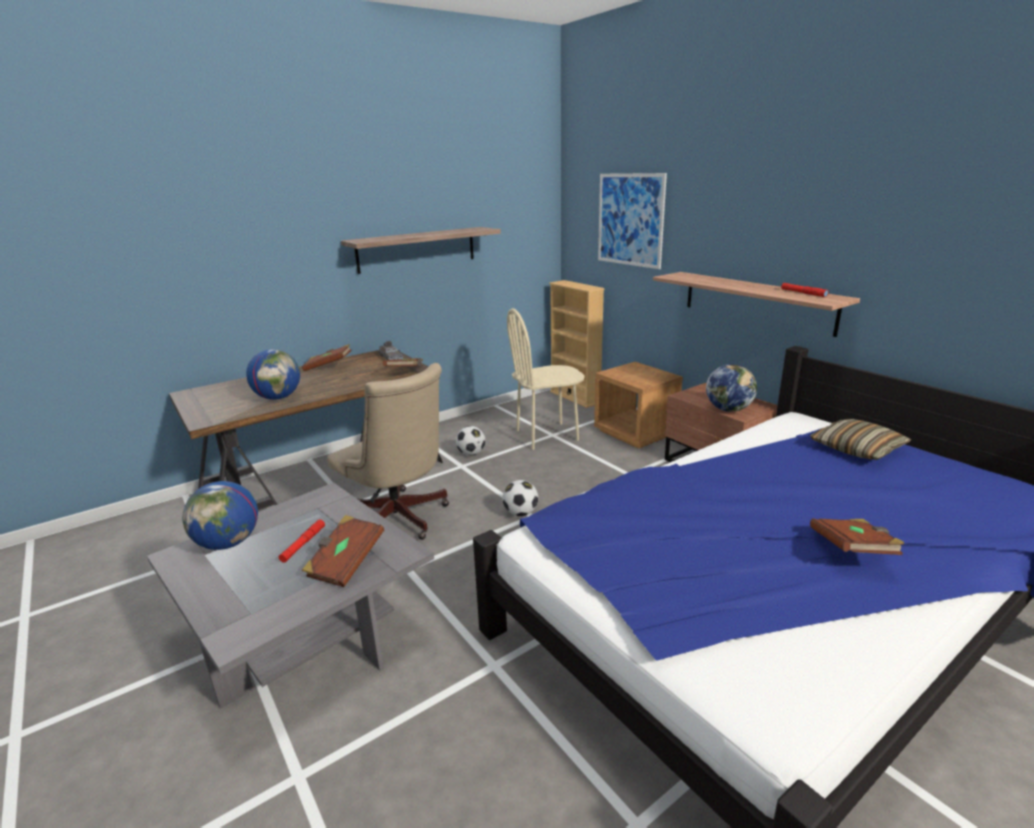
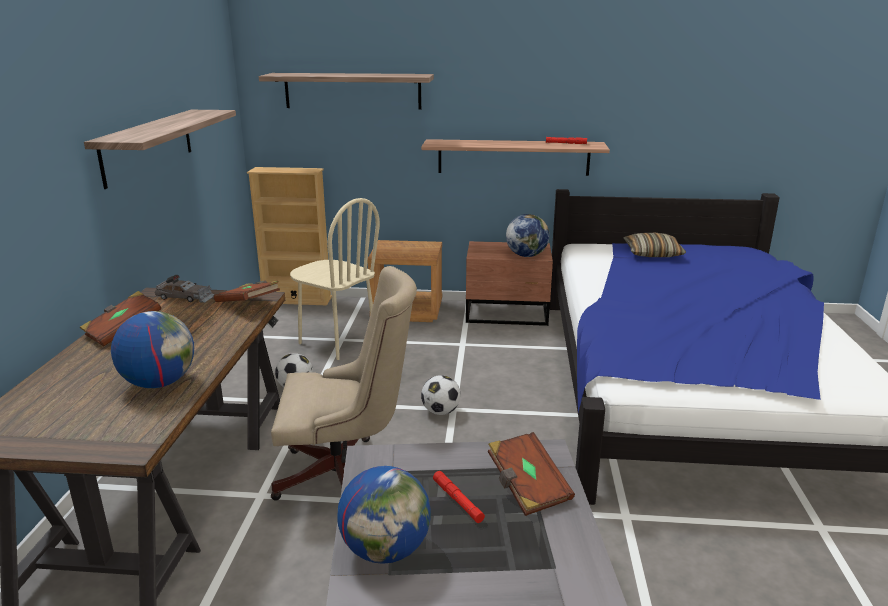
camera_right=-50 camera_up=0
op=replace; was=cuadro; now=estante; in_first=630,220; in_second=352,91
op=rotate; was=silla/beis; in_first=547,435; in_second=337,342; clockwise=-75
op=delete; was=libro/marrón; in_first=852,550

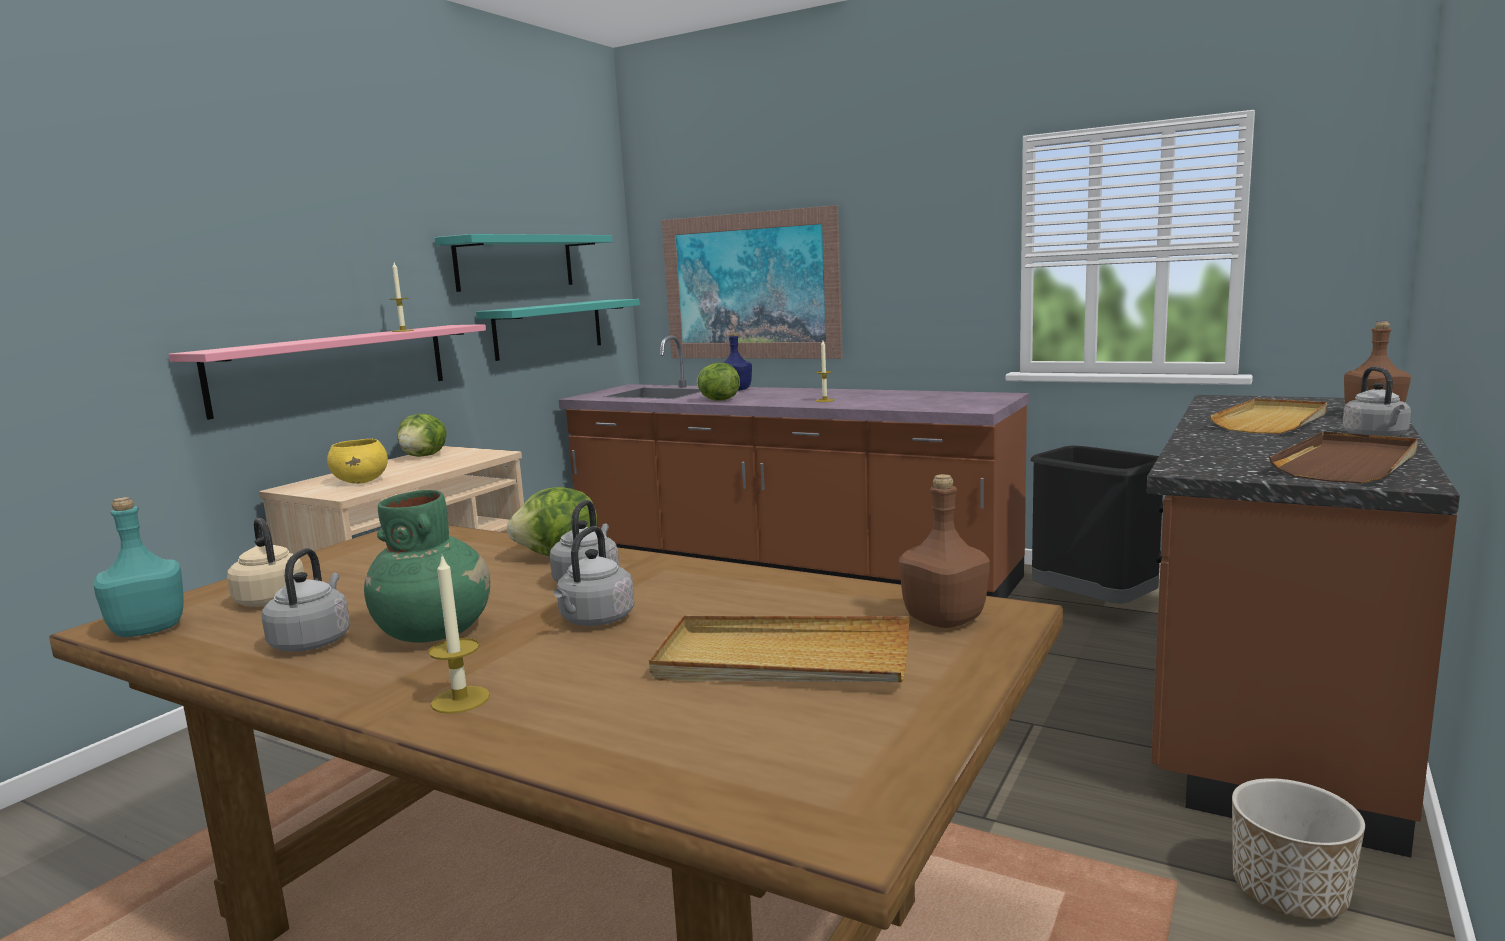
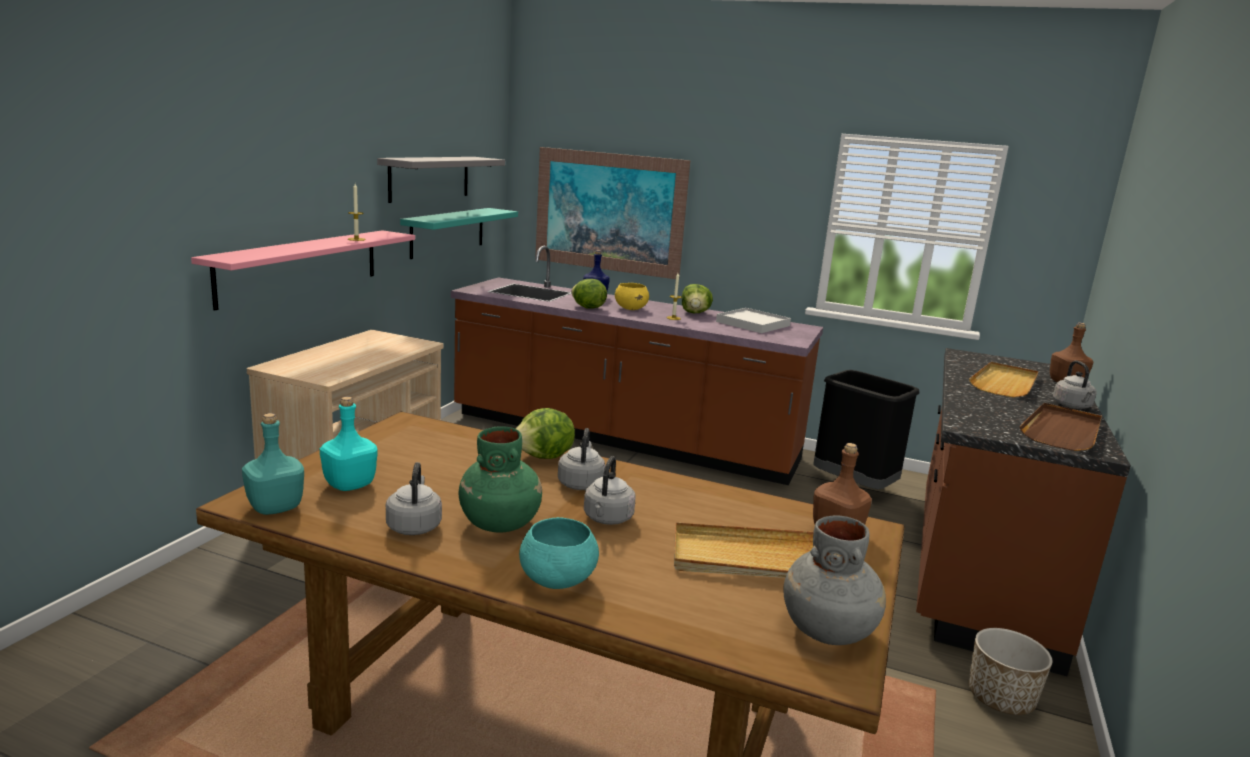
camera_right=-10 camera_up=5
op=replace; was=hervidor/beis; now=botella/turquesa; in_first=269,599; in_second=349,484
op=recolor; was=estante/turquesa; now=estante/gris; in_first=515,262; in_second=430,178
op=replace; was=vela; now=cuenco/turquesa; in_first=460,700; in_second=557,580
op=move; was=cuenco/amarillo; in_first=361,481; in_second=631,309
op=move; was=lechuga; in_first=424,456; in_second=695,313
op=insert; now=bandeja/blanco; in_second=753,324
op=insert; now=florero/gris; in_second=828,630

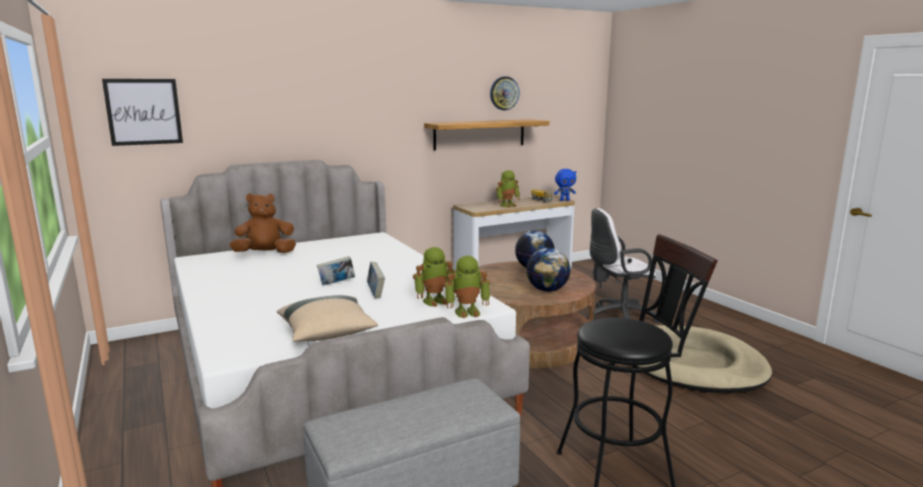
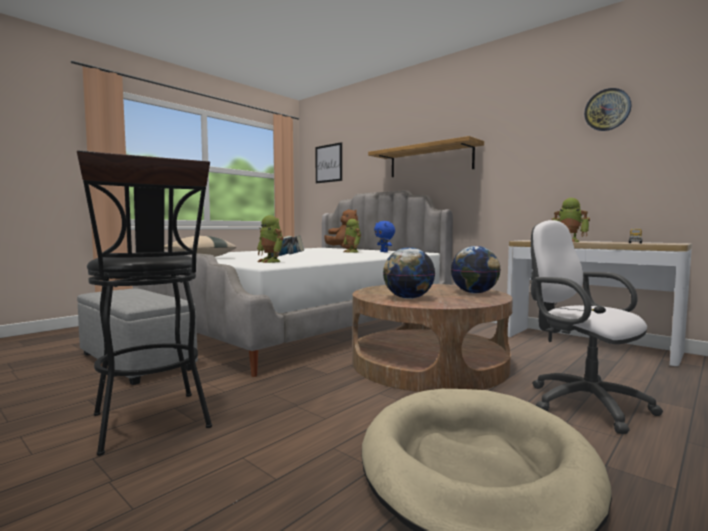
camera_right=70 camera_up=-10
op=move; was=robot de juguete; in_first=467,312; in_second=352,252
op=move; was=estante; in_first=479,134; in_second=430,161
op=move; was=peluche/azul; in_first=564,200; in_second=384,252

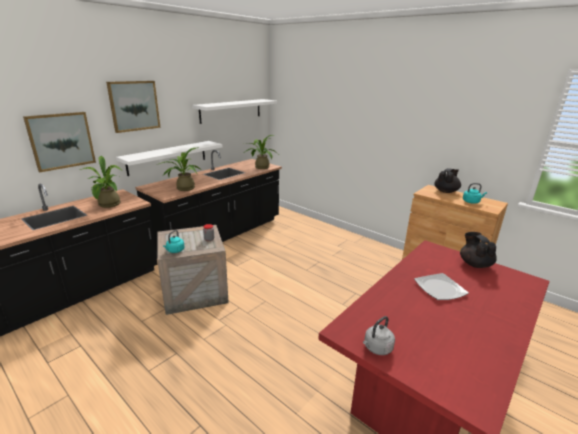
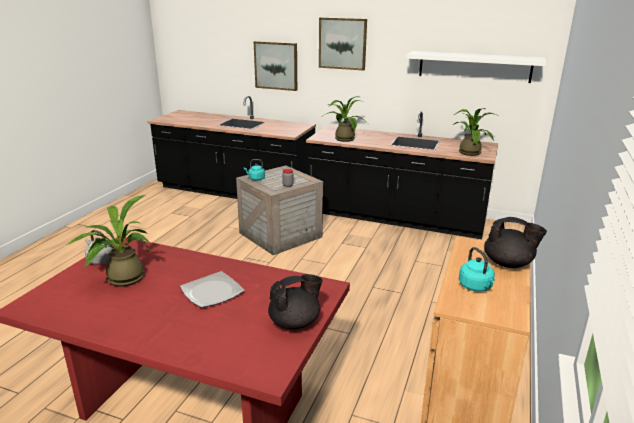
camera_right=70 camera_up=0
op=move; was=planta en maceta; in_first=108,205; in_second=121,279
op=delete; was=estante/blanco; in_first=168,157

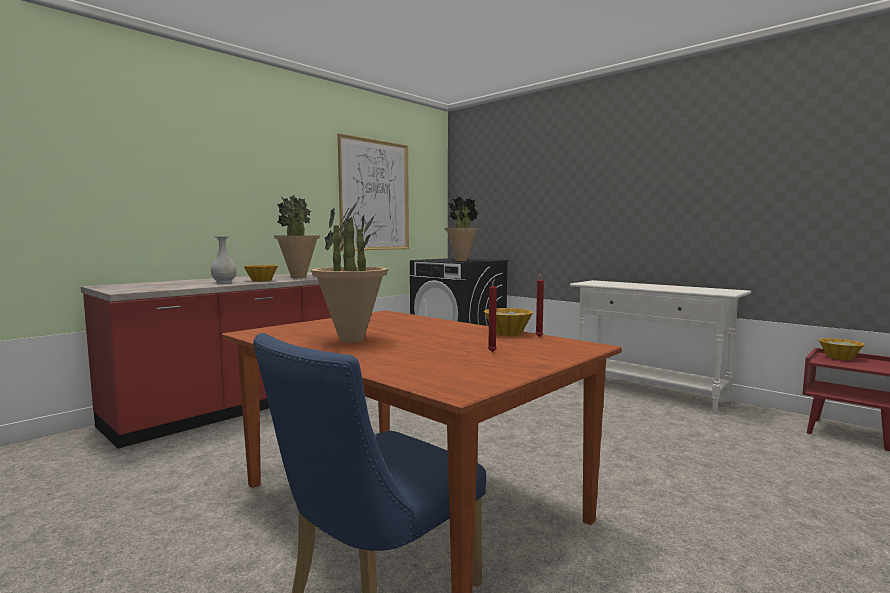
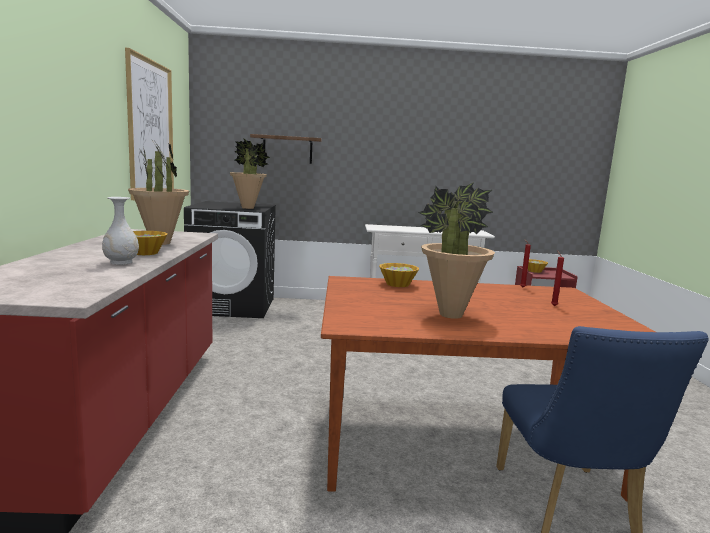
camera_right=-45 camera_up=5
op=insert; now=estante/marrón; in_second=287,149
op=move; was=cuenco; in_first=507,333; in_second=397,284

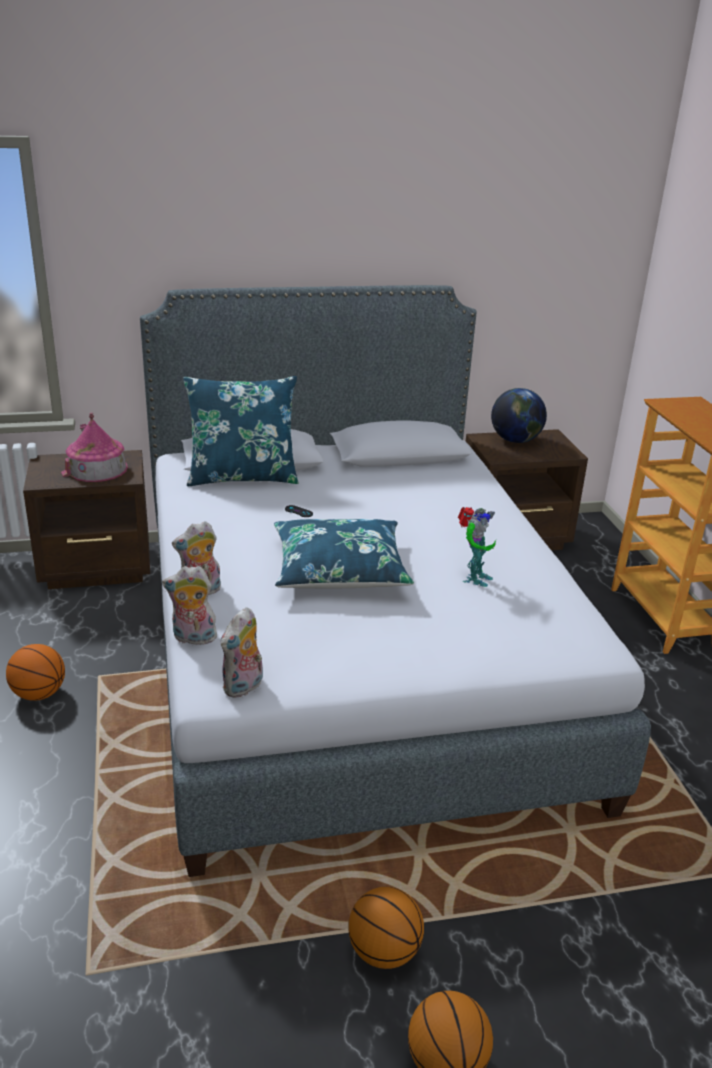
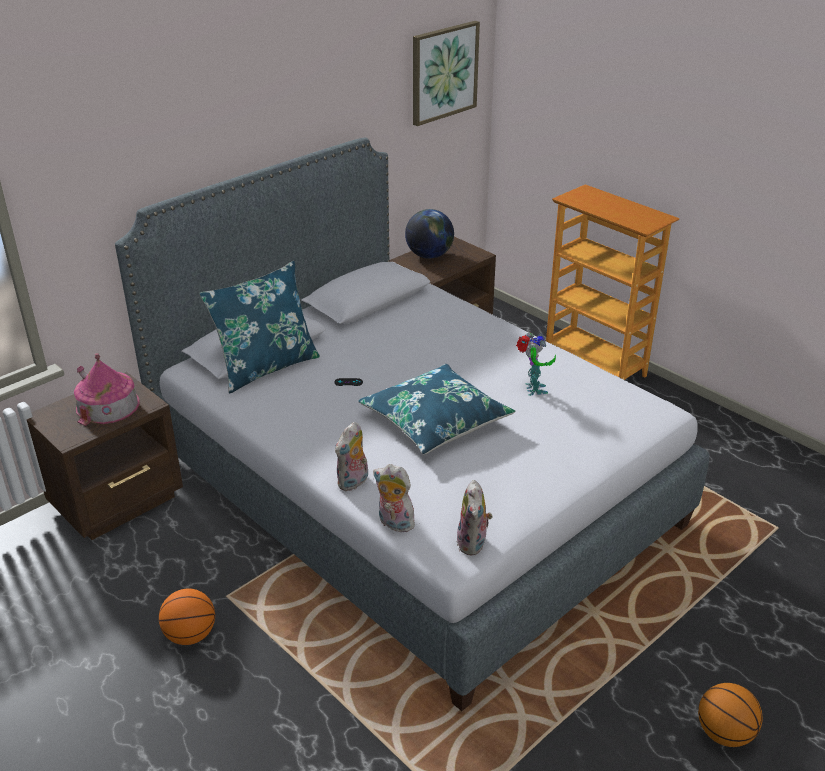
camera_right=-30 camera_up=5
op=rotate; was=peluche; in_first=193,638; in_second=394,523; clockwise=60
op=insert; now=cuadro; in_second=443,72
op=delete; was=balón de baloncesto; in_first=384,952

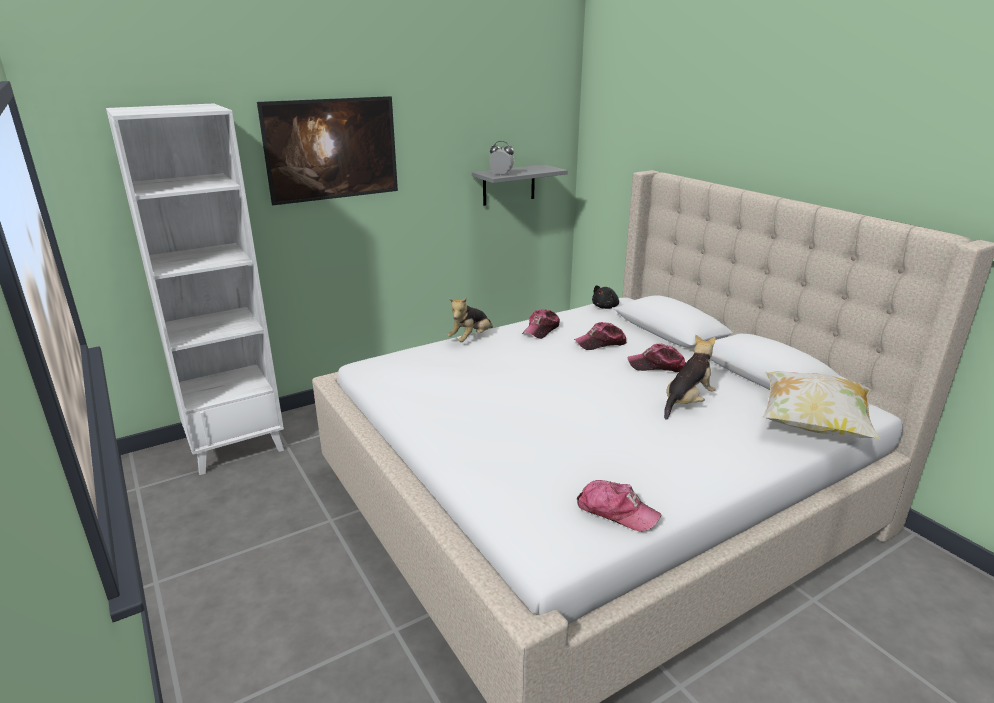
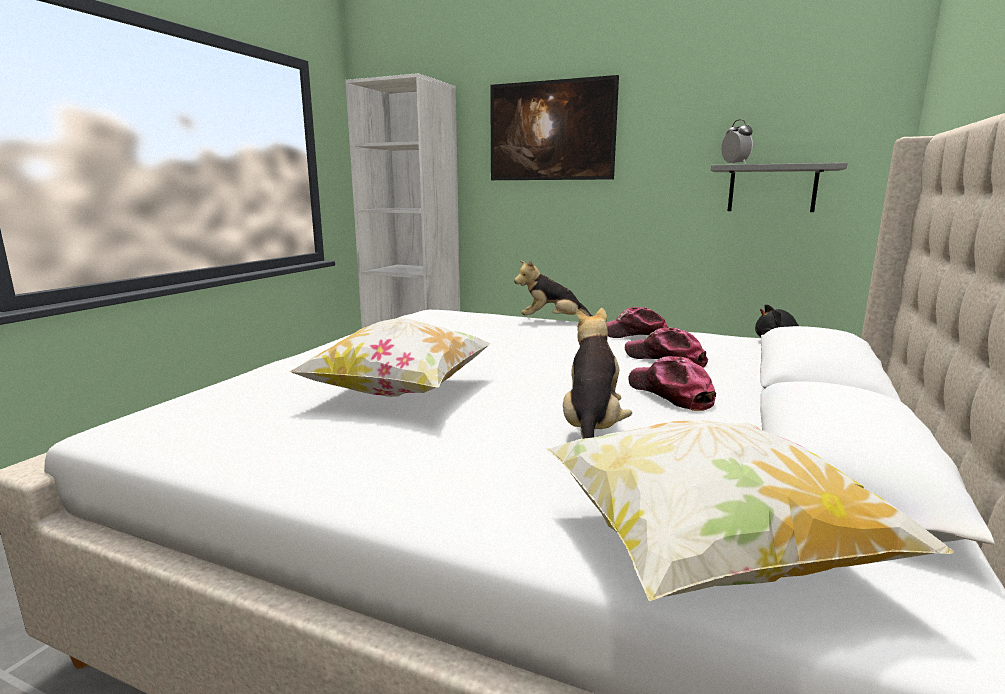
camera_right=55 camera_up=-10
op=insert; now=cojín; in_second=401,393
op=rotate; was=peluche; in_first=687,402; in_second=592,429; clockwise=-90
op=delete; was=gorra; in_first=616,511

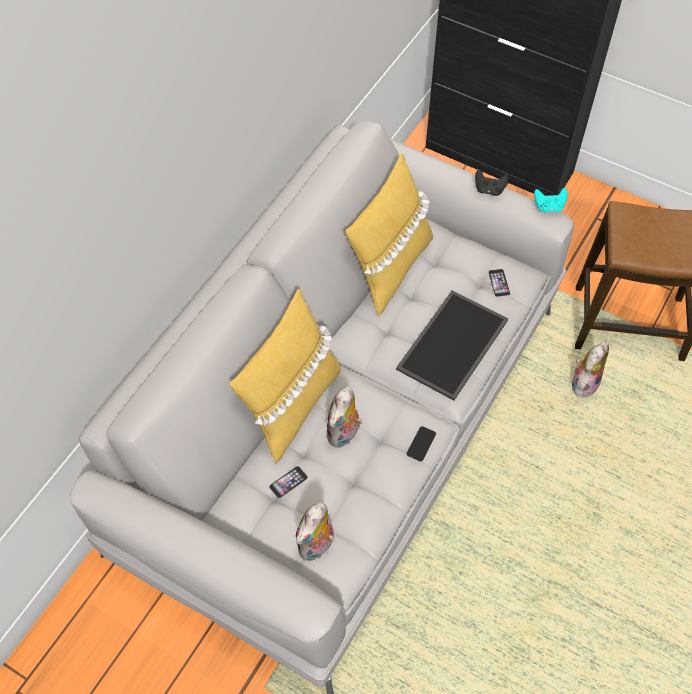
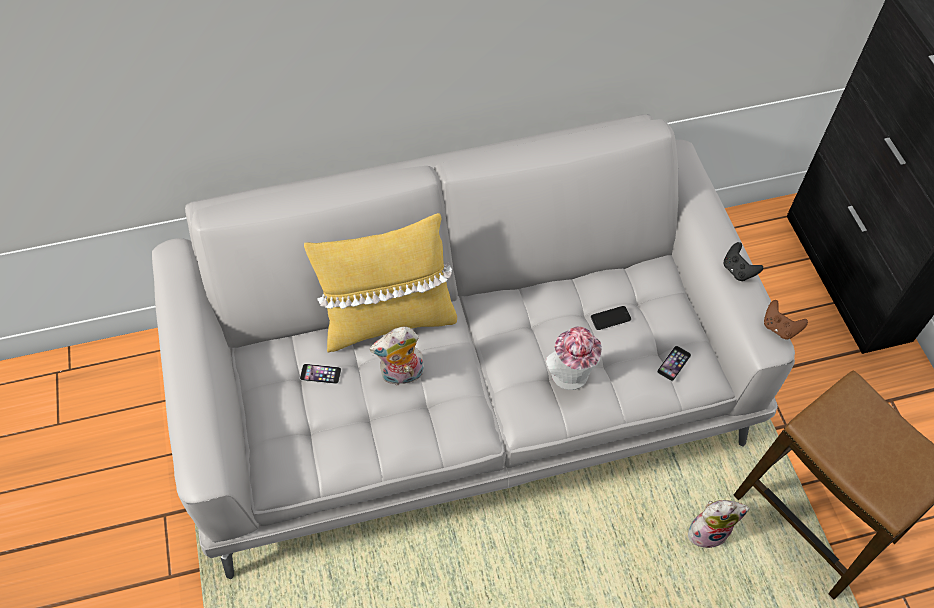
camera_right=45 camera_up=0
op=replace; was=bandeja; now=sombrero; in_first=451,343; in_second=571,378
op=move; was=móvil; in_first=421,444; in_second=610,318
op=recolor; was=mando de consola/turquesa; now=mando de consola/marrón; in_first=549,207; in_second=779,328
op=delete; was=peluche; in_first=317,546
op=delete; was=cojín/amarillo; in_first=389,269

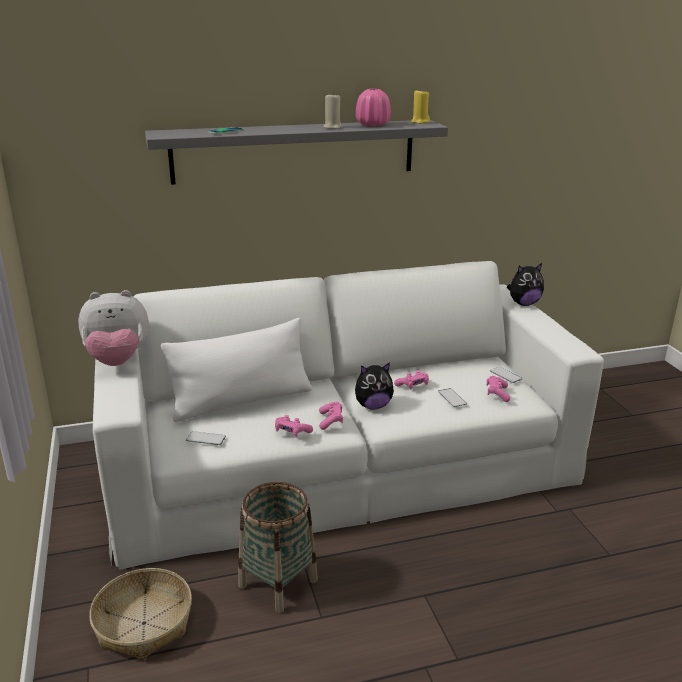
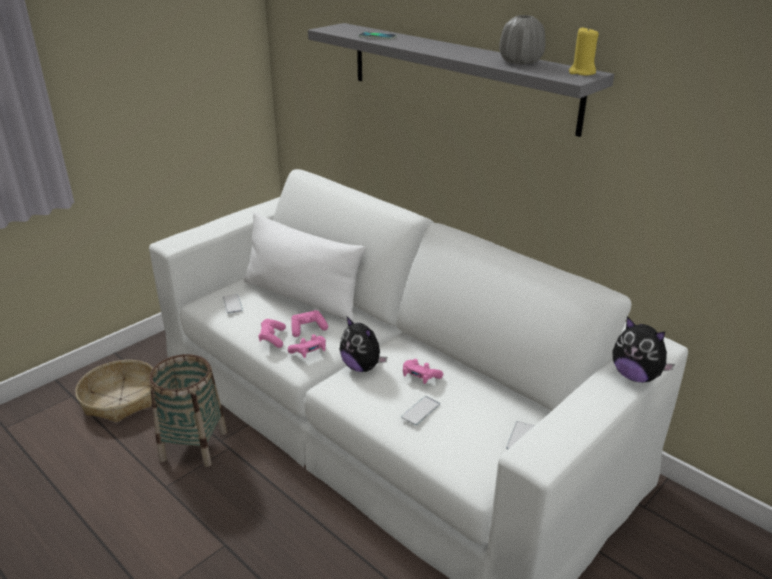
camera_right=60 camera_up=5
op=move; was=mando de consola/rosa; in_first=497,394; in_second=308,329
op=recolor; was=florero/rosa; now=florero/gris; in_first=372,124; in_second=520,62
op=delete; was=peluche; in_first=118,361
op=delete; was=vela/beis; in_first=333,127

